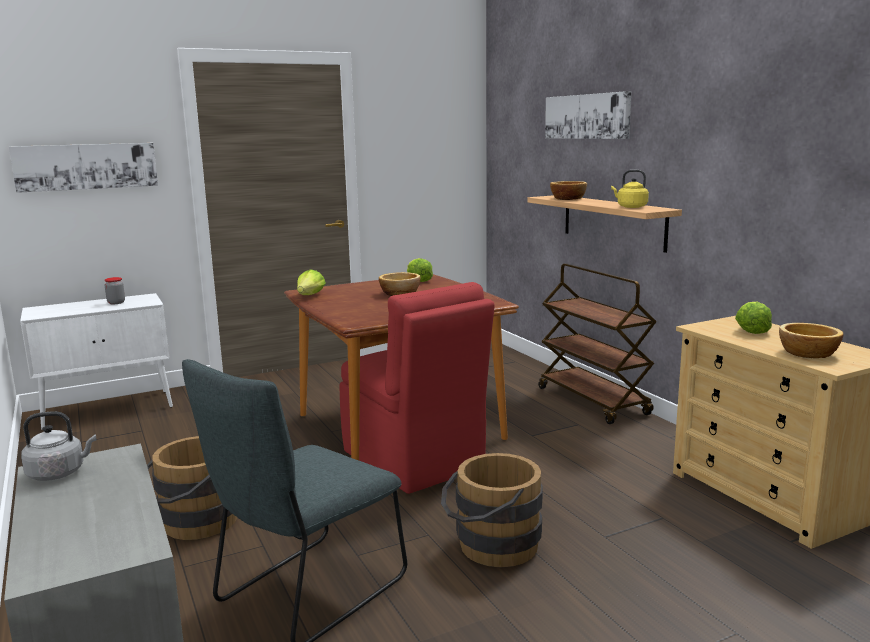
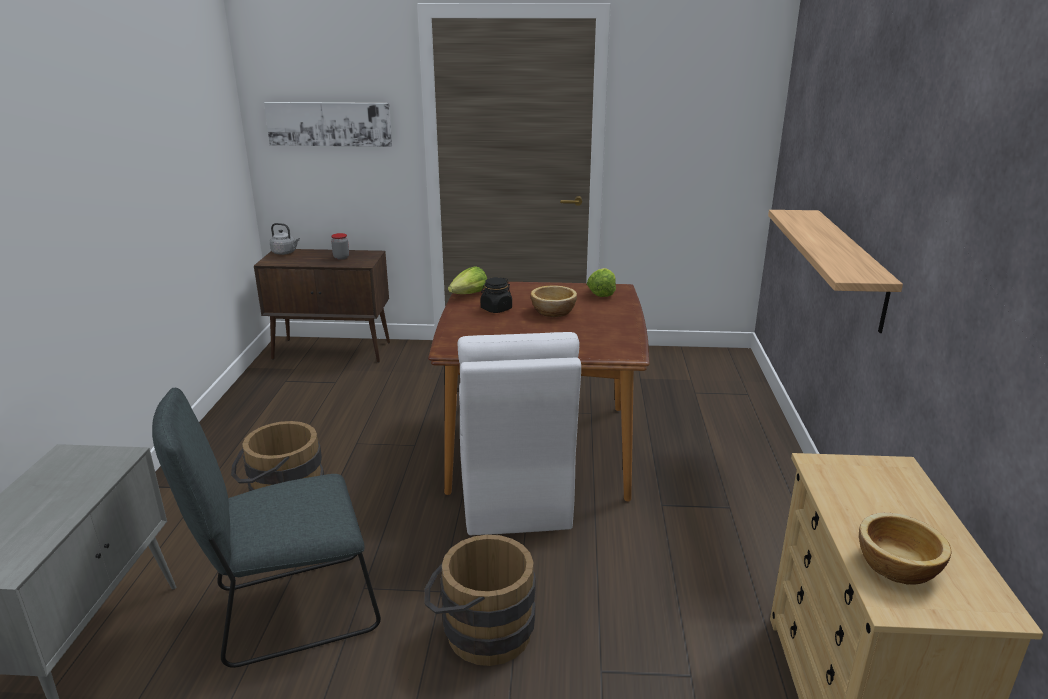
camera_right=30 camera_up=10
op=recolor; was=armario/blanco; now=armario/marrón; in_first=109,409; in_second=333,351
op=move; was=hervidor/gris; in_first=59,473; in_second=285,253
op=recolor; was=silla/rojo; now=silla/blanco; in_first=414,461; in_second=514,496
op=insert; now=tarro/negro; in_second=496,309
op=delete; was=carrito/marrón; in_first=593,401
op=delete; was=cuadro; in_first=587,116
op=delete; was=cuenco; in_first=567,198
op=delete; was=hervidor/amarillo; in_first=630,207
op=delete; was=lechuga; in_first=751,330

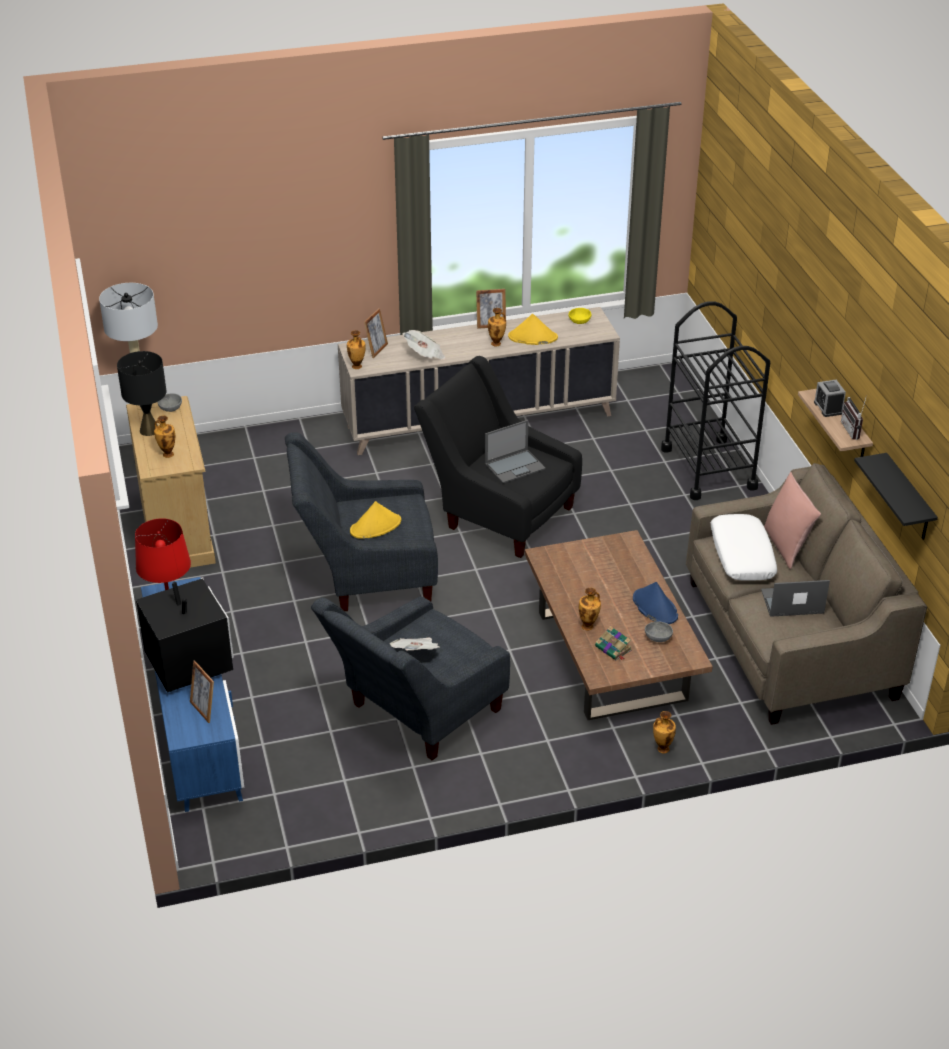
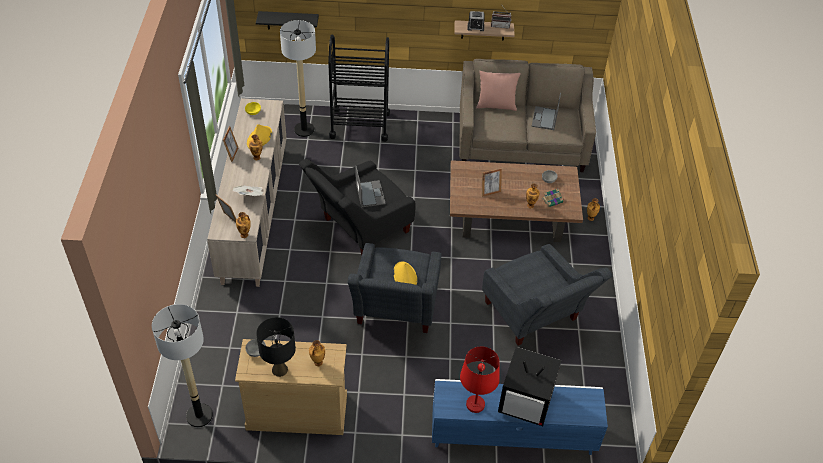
camera_right=-75 camera_up=10
op=move; was=estante/negro; in_first=908,499; in_second=289,21
op=insert; now=lámpara de pie; in_second=304,129
op=move; was=portarretratos; in_first=204,710; in_second=490,192
op=rotate; was=televisor; in_first=189,664; in_second=526,402; clockwise=-150
op=delete; was=periódico; in_first=416,653
op=delete; was=sombrero/azul; in_first=654,607
op=delete; was=cojín/blanco; in_first=741,555

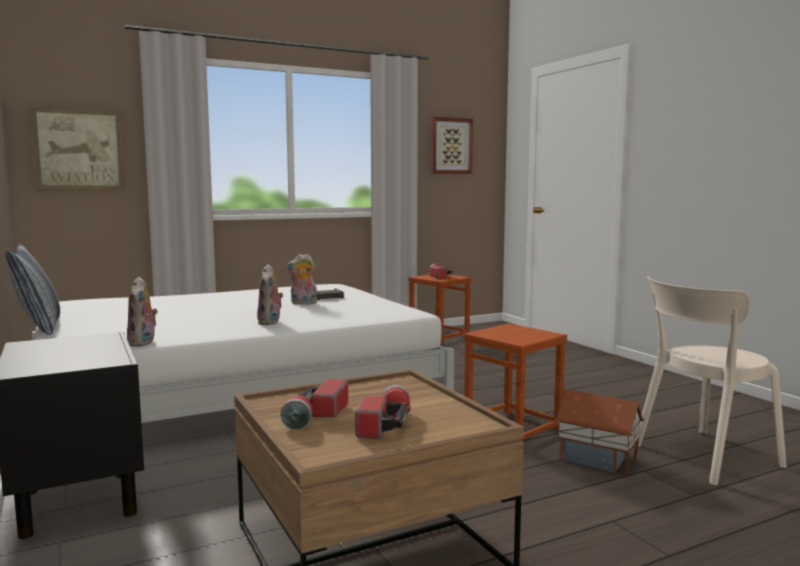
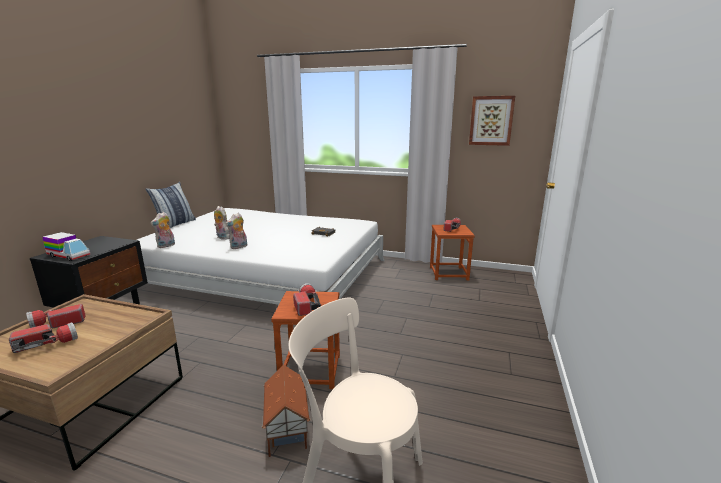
camera_right=45 camera_up=10
op=insert; now=camión de juguete; in_second=69,256
op=move; was=peluche; in_first=303,303; in_second=222,237
op=insert; now=linterna; in_second=306,305
op=delete; was=cuadro; in_first=79,150

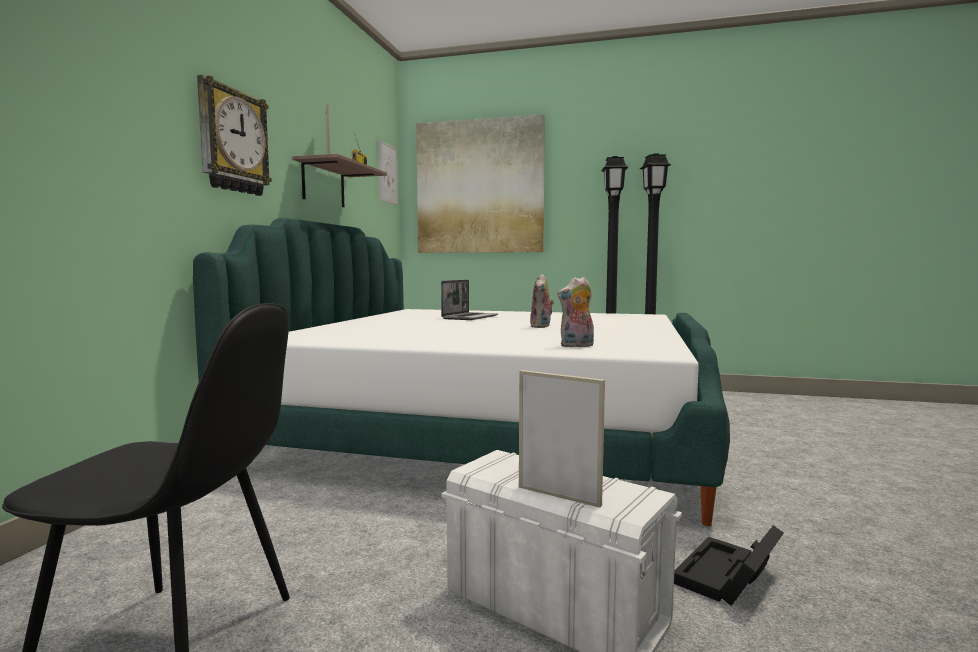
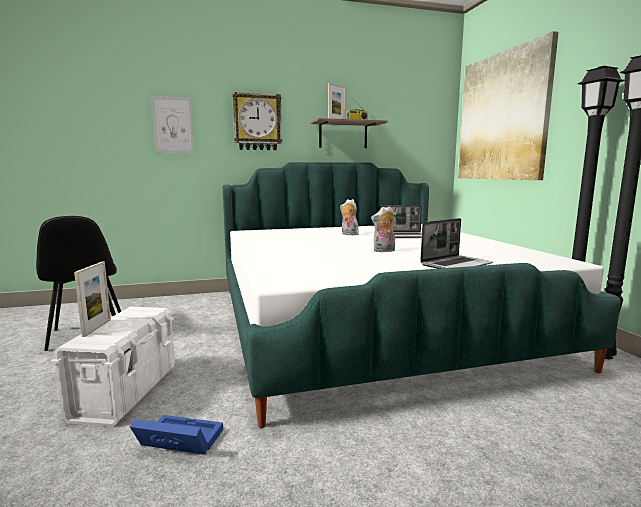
camera_right=60 camera_up=5
op=recolor; was=caja de almacenaje/negro; now=caja de almacenaje/azul; in_first=727,578; in_second=177,441
op=move; was=cuadro; in_first=387,173; in_second=173,125
op=move; was=peluche; in_first=577,346; in_second=348,234
op=insert; now=portátil; in_second=456,264

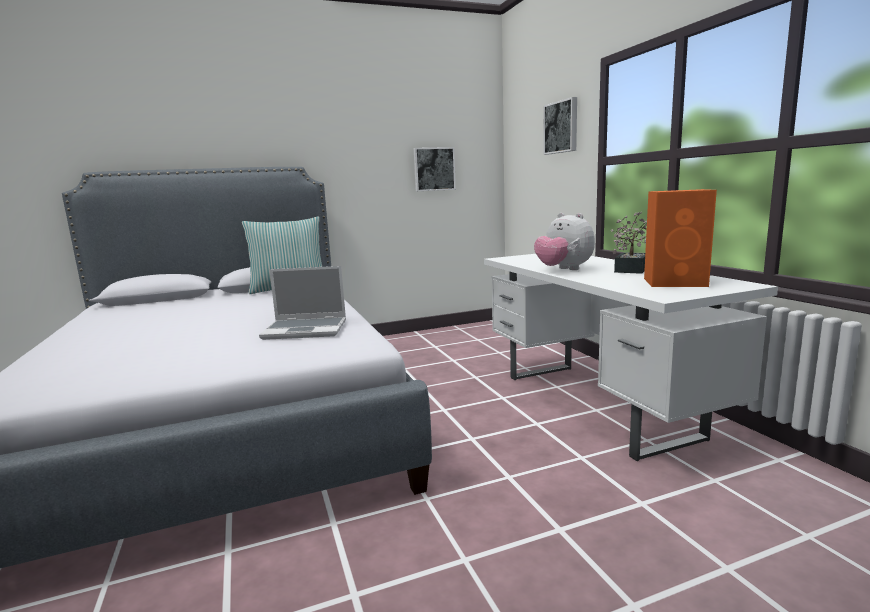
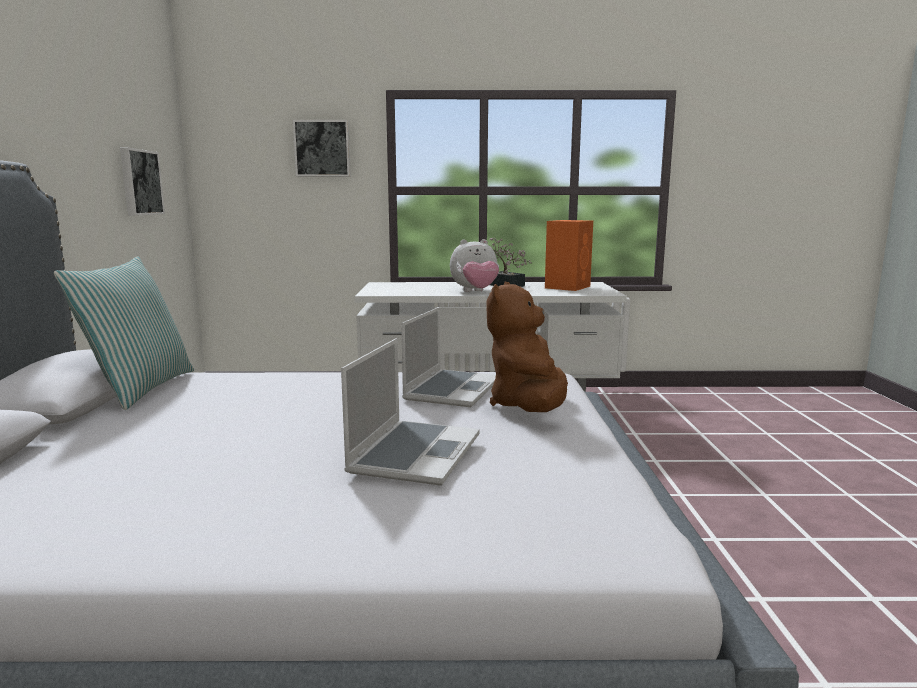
camera_right=-70 camera_up=0
op=insert; now=portátil; in_second=414,453
op=insert; now=peluche/marrón; in_second=529,407

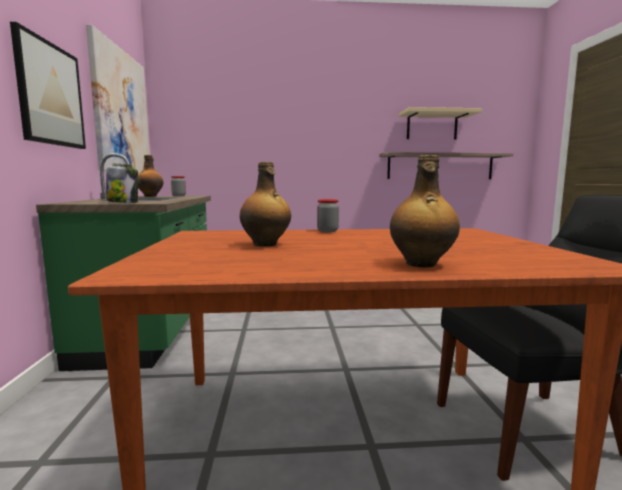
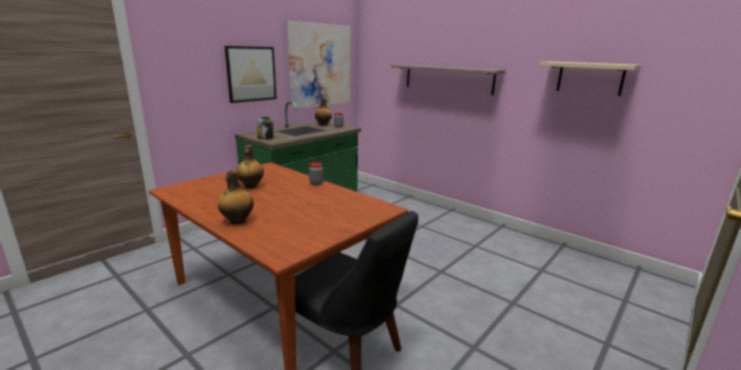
camera_right=45 camera_up=10
op=move; was=estante; in_first=440,166; in_second=448,79

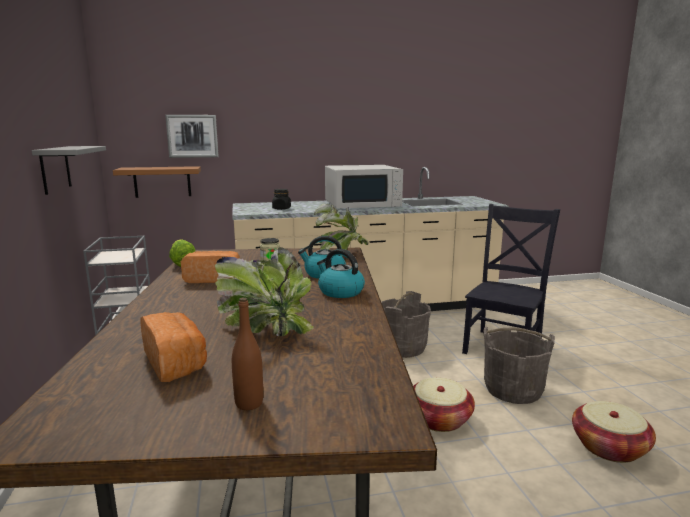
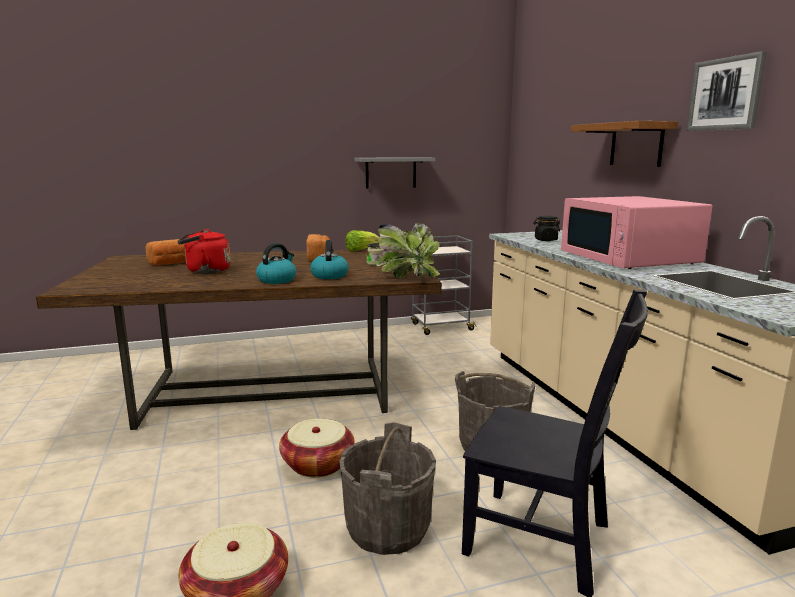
camera_right=85 camera_up=0
op=replace; was=planta en maceta; now=hervidor/rojo; in_first=266,330; in_second=205,271
op=recolor; was=microondas/blanco; now=microondas/rosa; in_first=362,204; in_second=628,258
op=move; was=estante; in_first=162,182; in_second=636,144
op=move; was=cuadro; in_first=192,136; in_second=725,94
op=delete; was=botella/marrón; in_first=249,403

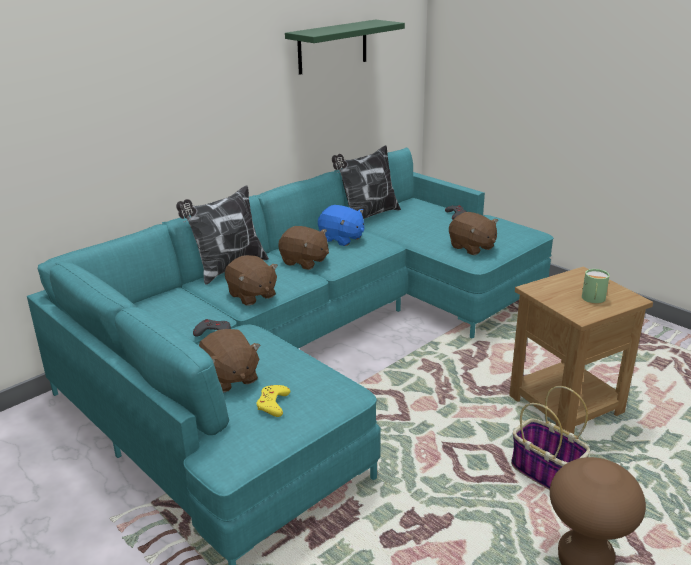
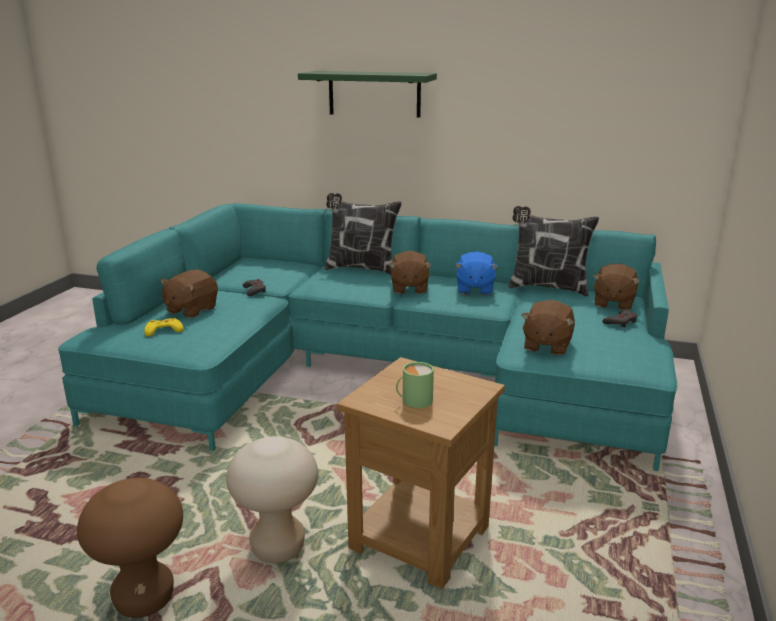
camera_right=60 camera_up=-5
op=replace; was=cesta; now=taburete/beis; in_first=547,473; in_second=278,548
op=move; was=estante/verde; in_first=332,46; in_second=374,94
op=move; was=peluche/marrón; in_first=252,295; in_second=613,303

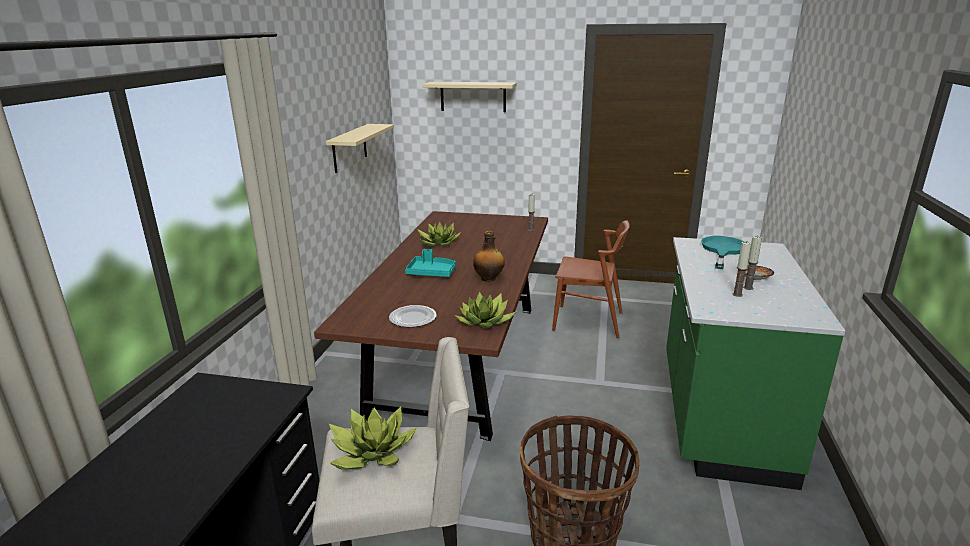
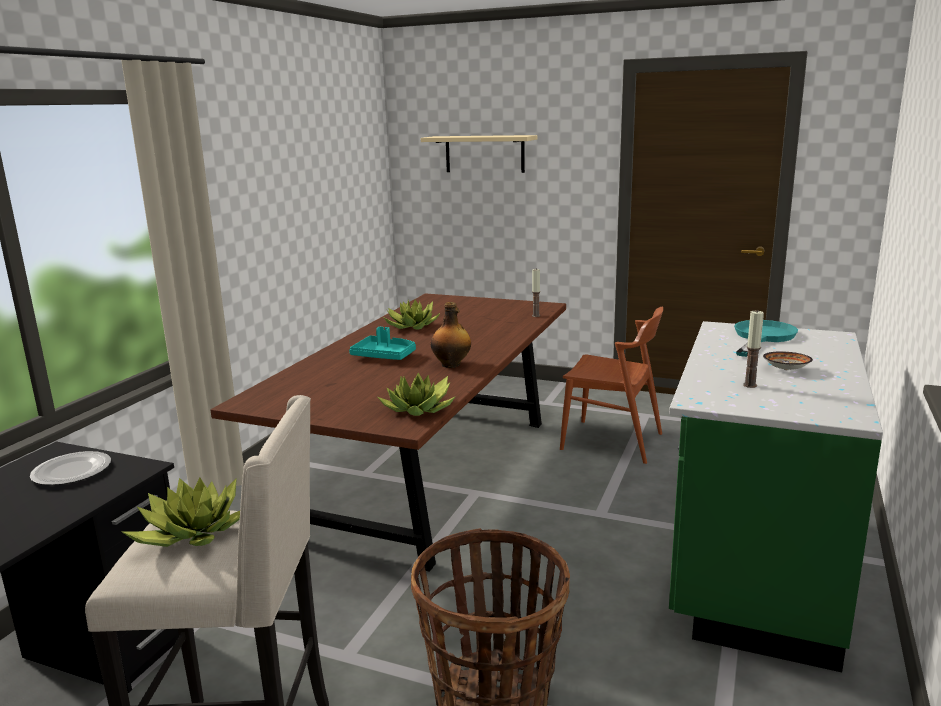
camera_right=10 camera_up=-5
op=move; was=plato; in_first=412,318; in_second=70,471
op=delete; was=estante/beis; in_first=349,148
op=delete; was=vela; in_first=748,288

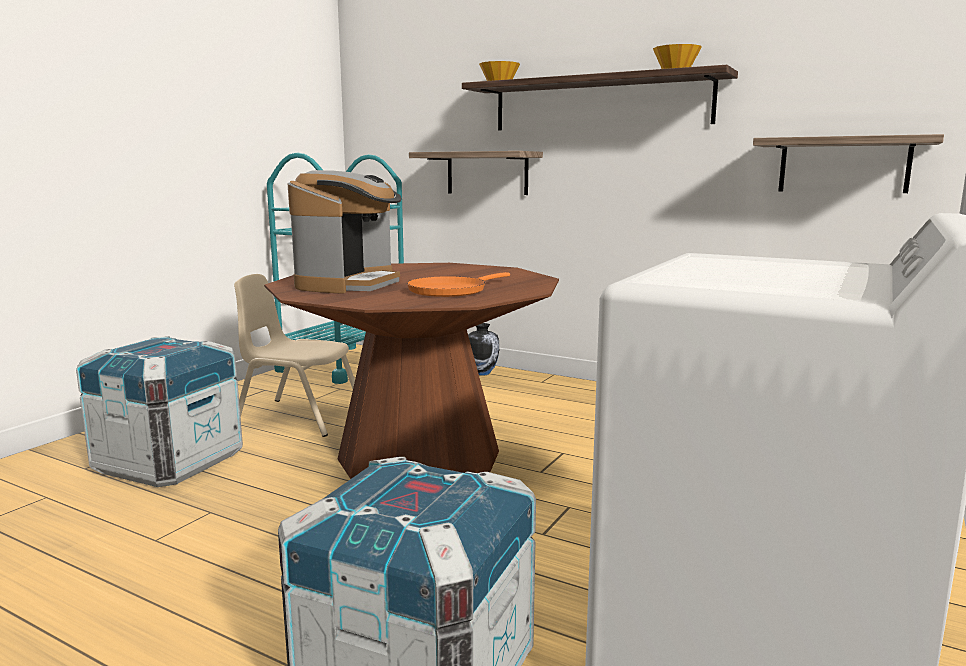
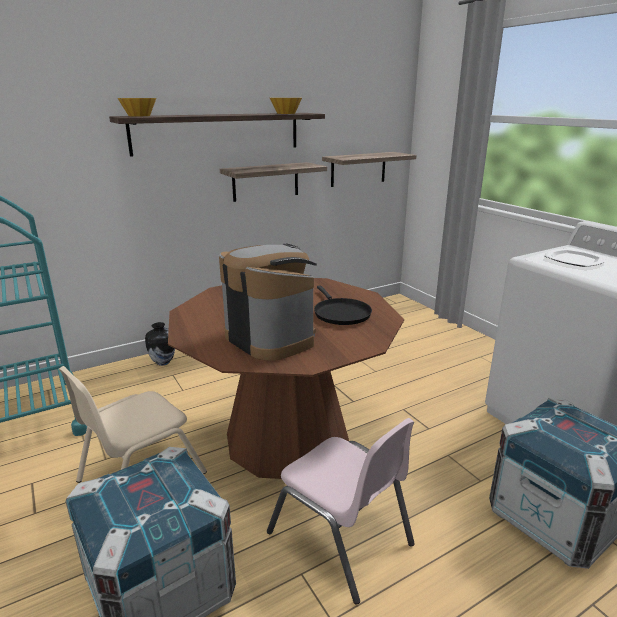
camera_right=-60 camera_up=10
op=move; was=estante; in_first=487,173; in_second=265,181
op=insert; now=silla/rosa; in_second=340,538
op=recolor; was=sartén/naranja; now=sartén/negro; in_first=450,291; in_second=340,313
op=insert; now=plato; in_second=574,260

